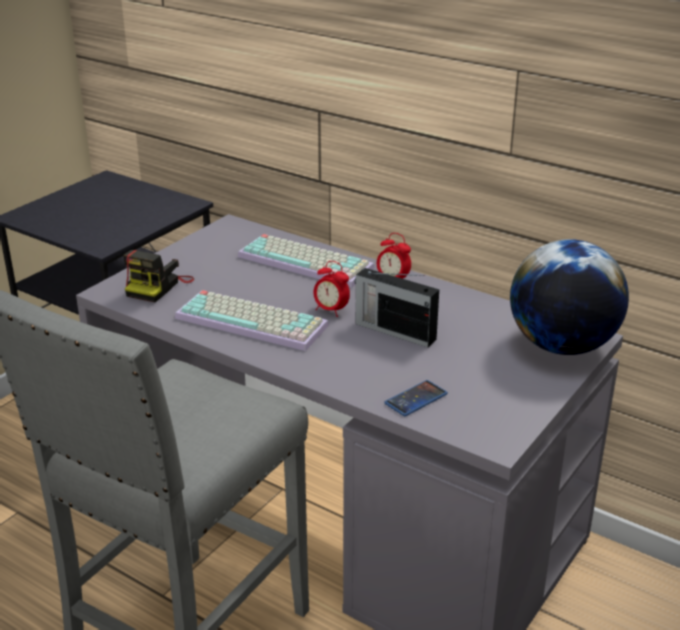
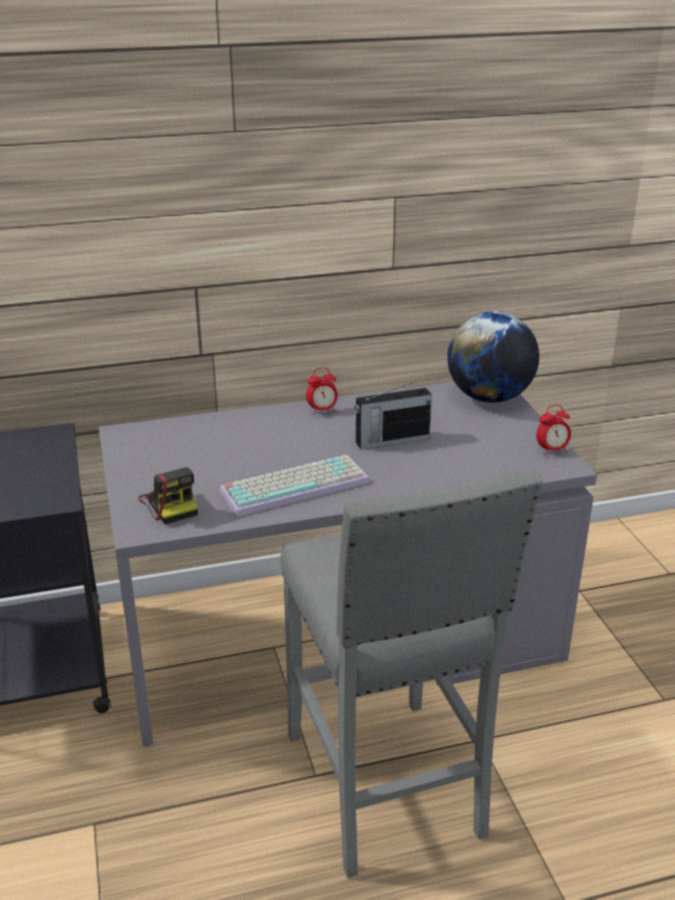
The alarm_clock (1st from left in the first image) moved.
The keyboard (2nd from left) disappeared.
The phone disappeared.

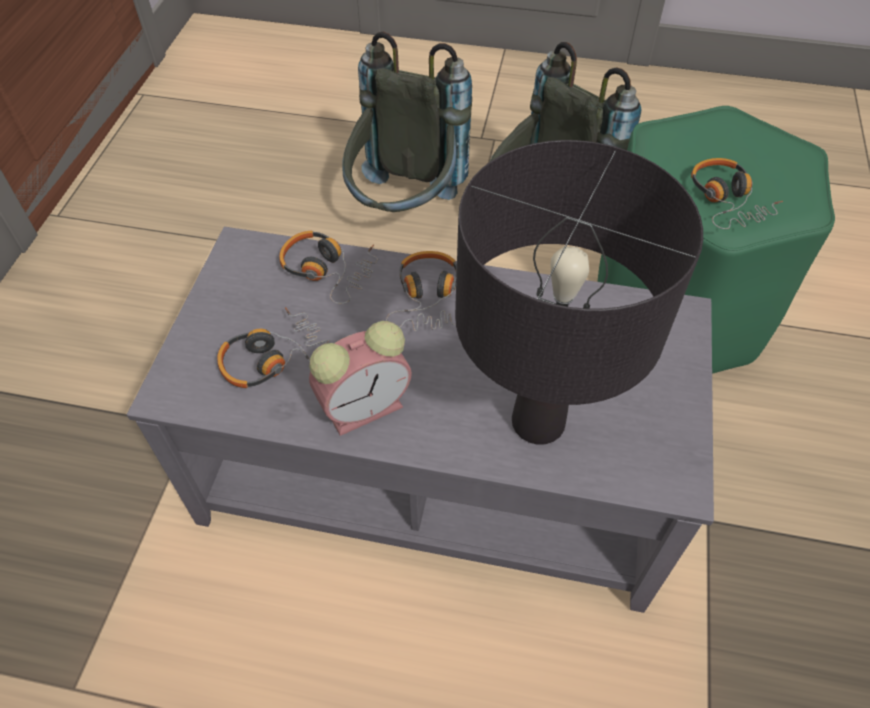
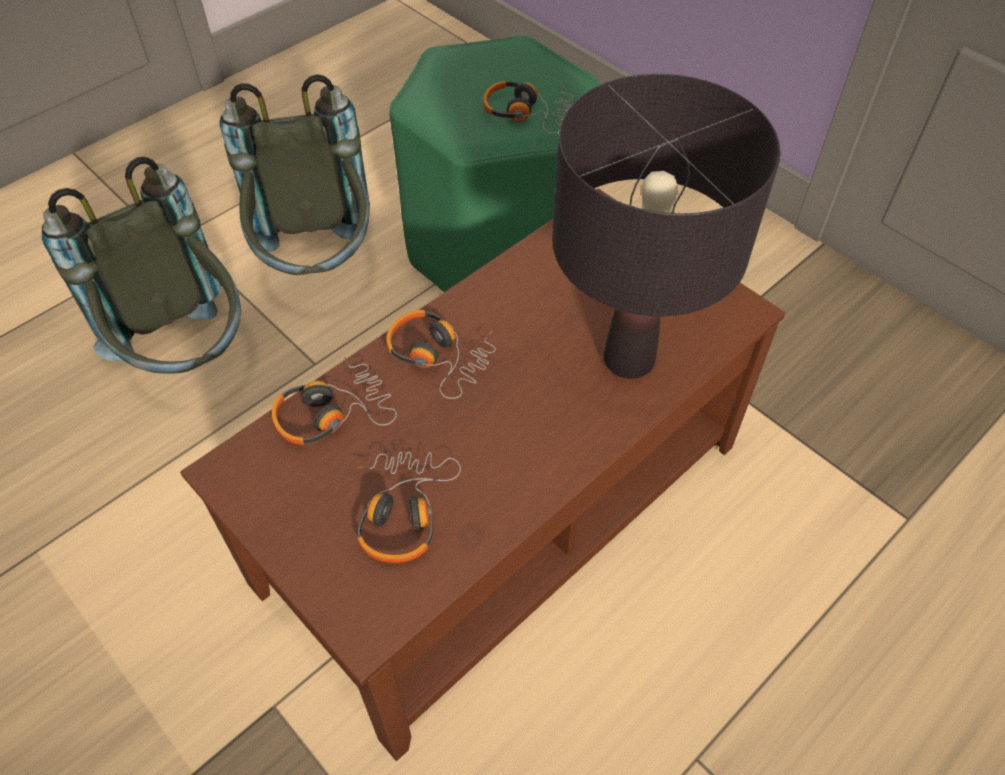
The grey_coffee_table became the brown_coffee_table.
The alarm_clock disappeared.

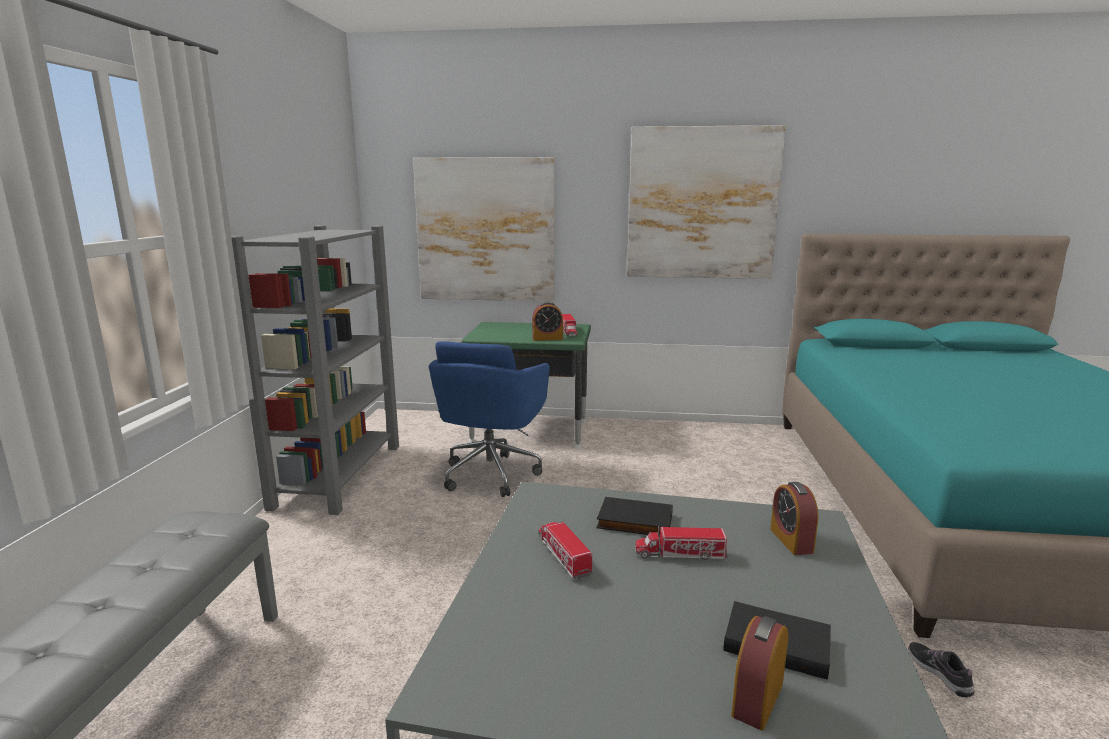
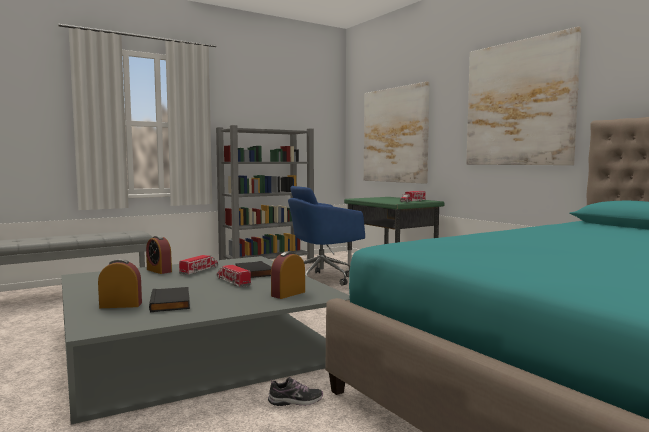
The alarm_clock (1st from left in the first image) moved.
The shoe turned 45 degrees clockwise.

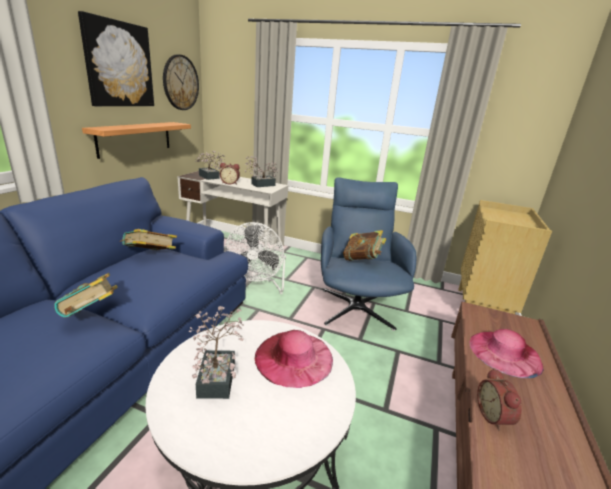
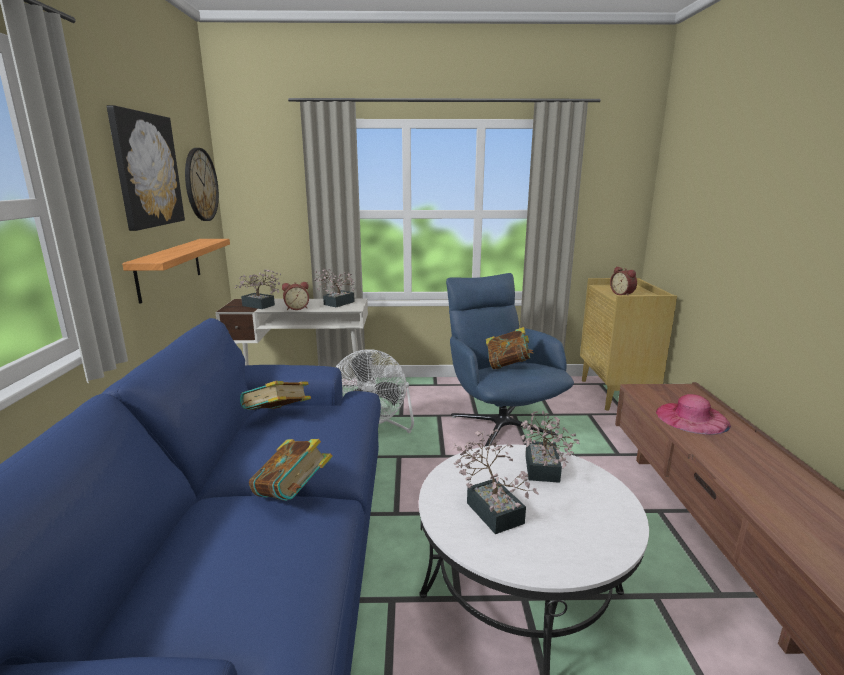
The pink_hat (1st from left) was replaced by the potted_plant (4th from left).
The alarm_clock (2nd from left) moved.

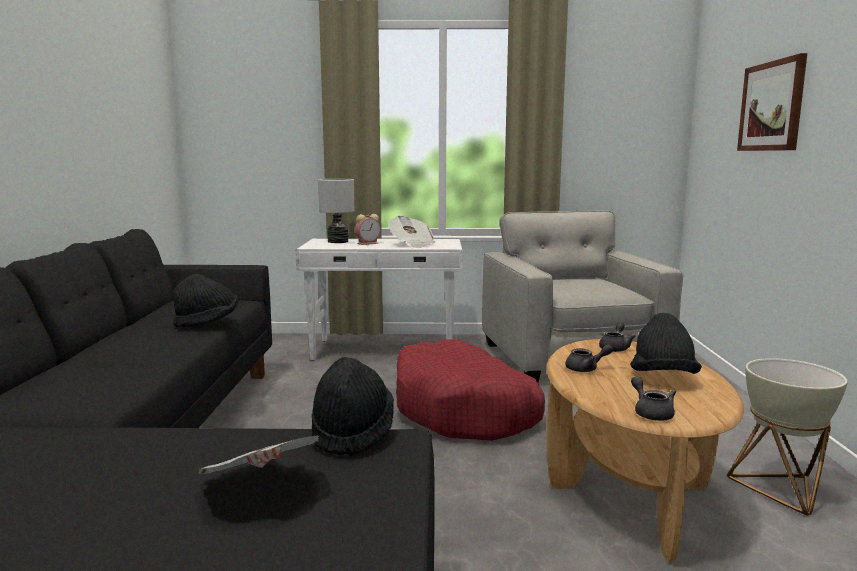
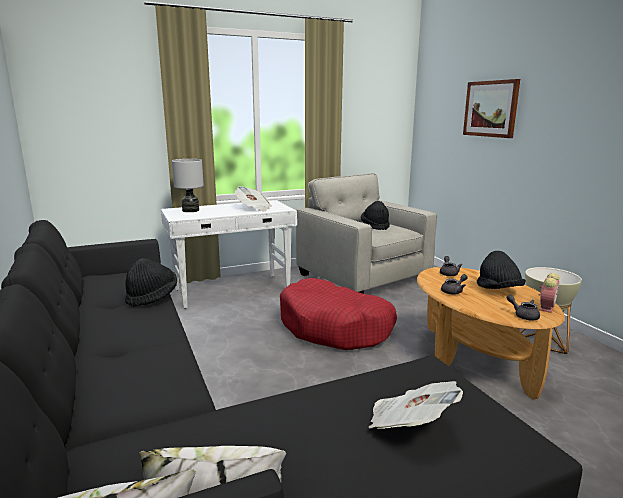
The black_hat (2nd from left) moved.
The alarm_clock moved.

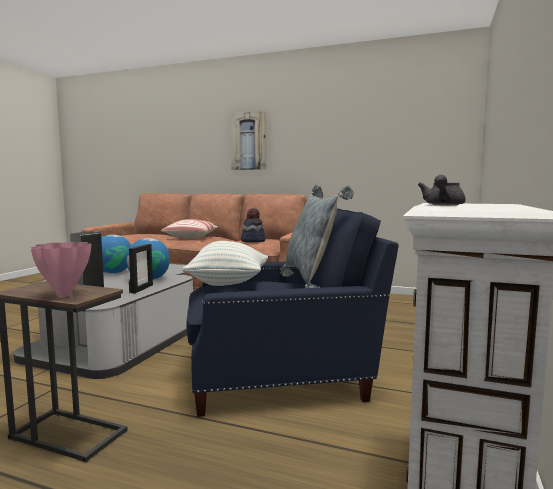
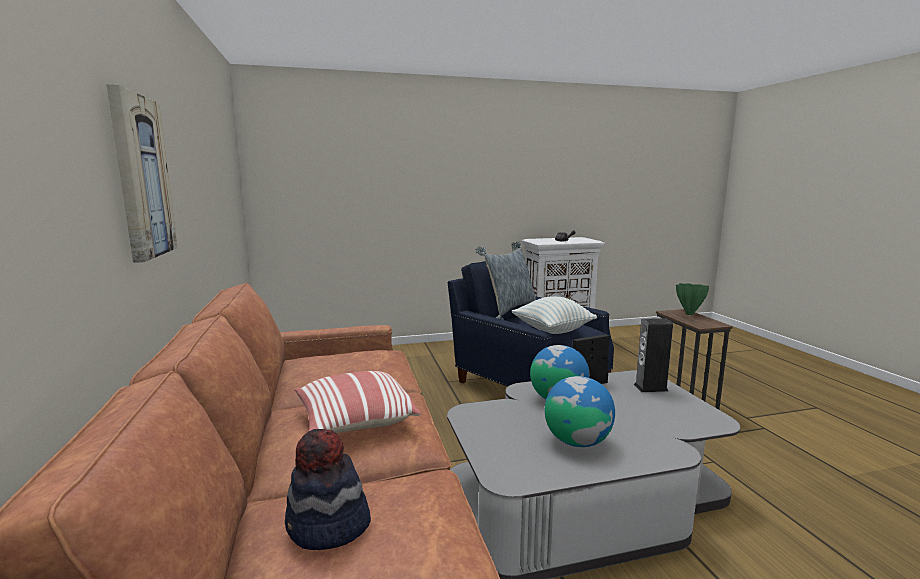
The hat moved.
The pink_vase became the green_vase.

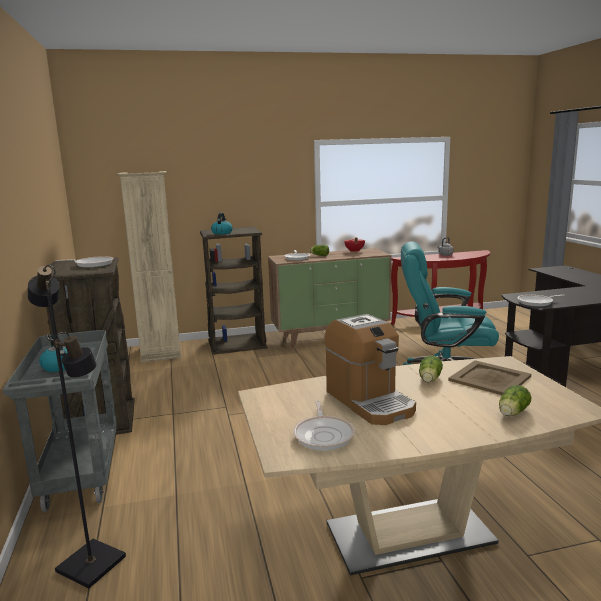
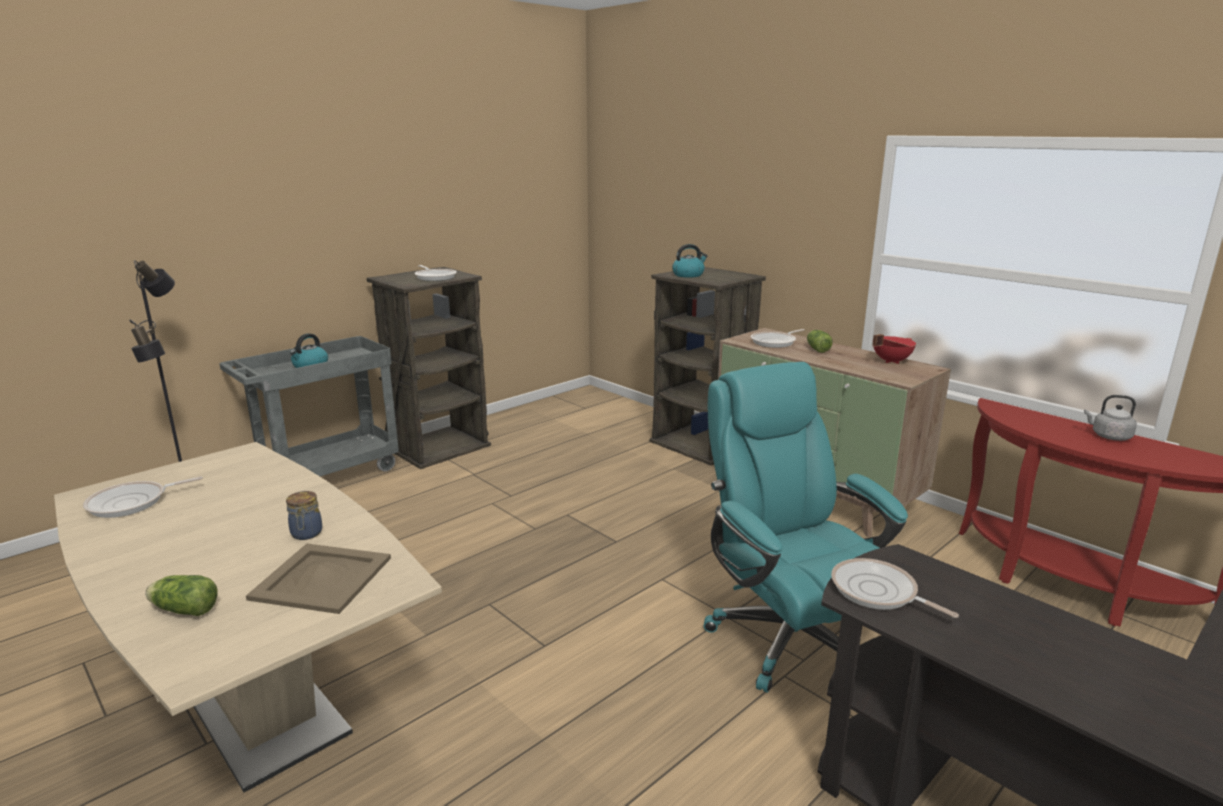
The lettuce (2nd from left) was replaced by the jar.
The beige_cabinet disappeared.
The coffee_machine disappeared.

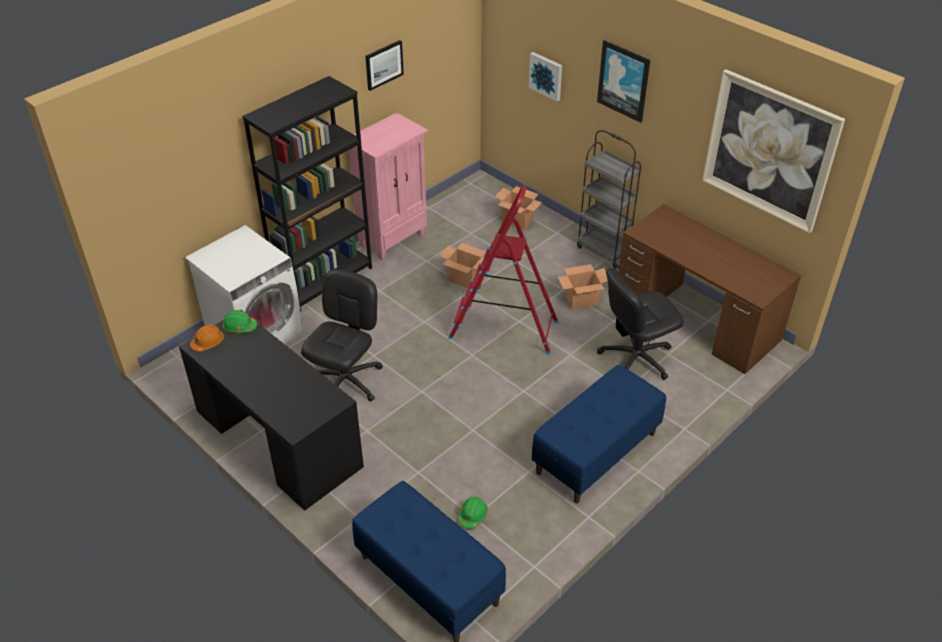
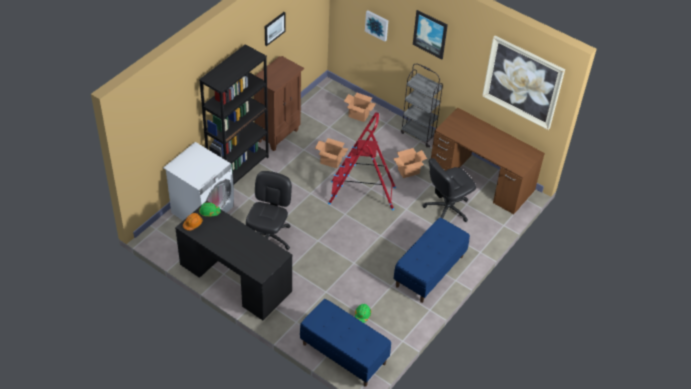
The pink_cabinet became the brown_cabinet.

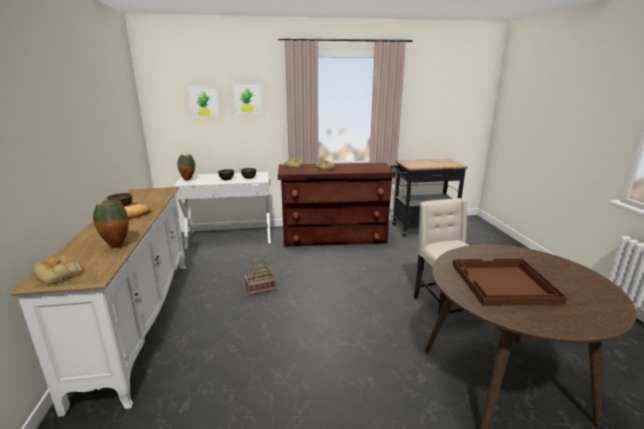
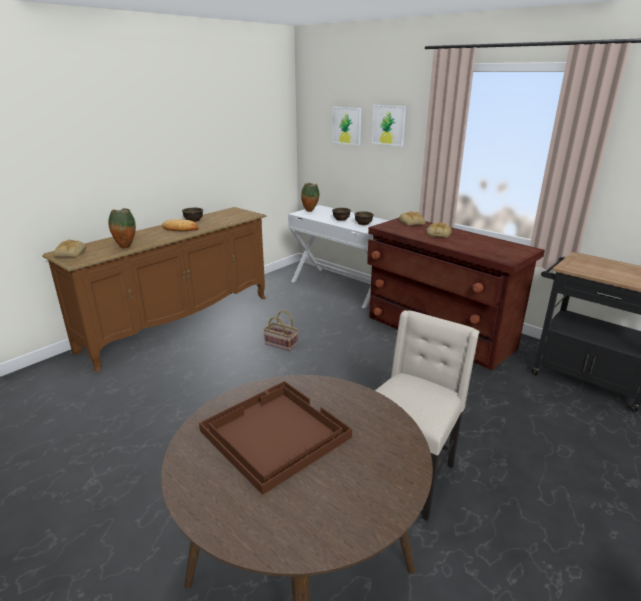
The white_cabinet became the brown_cabinet.

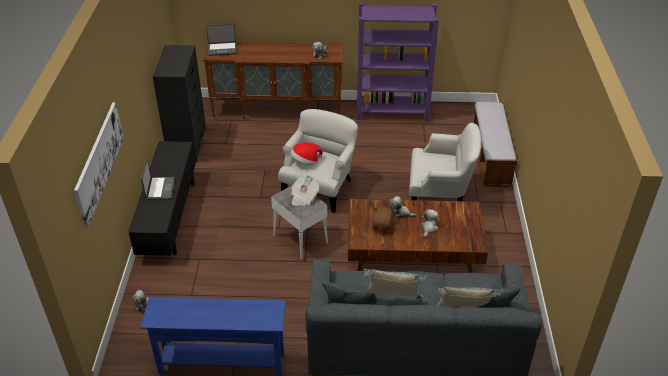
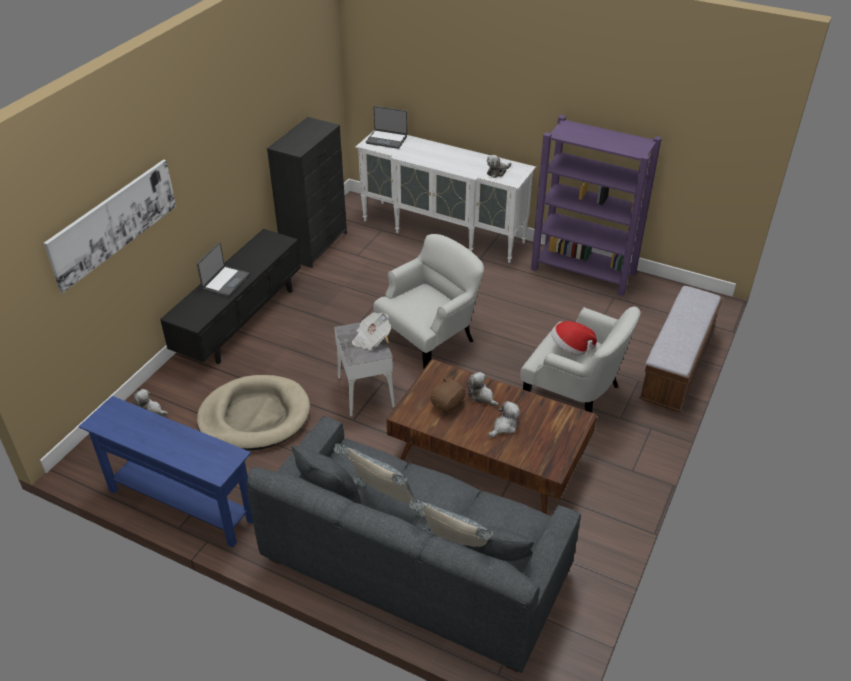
The beige_dog_bed appeared.
The brown_cabinet became the white_cabinet.
The hat moved.

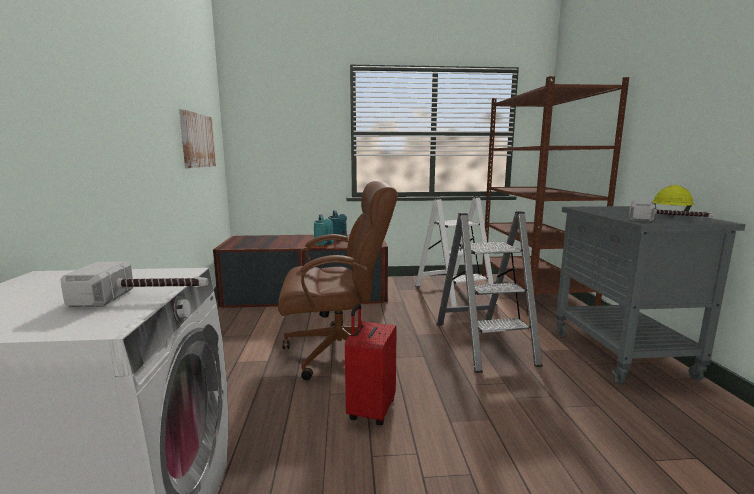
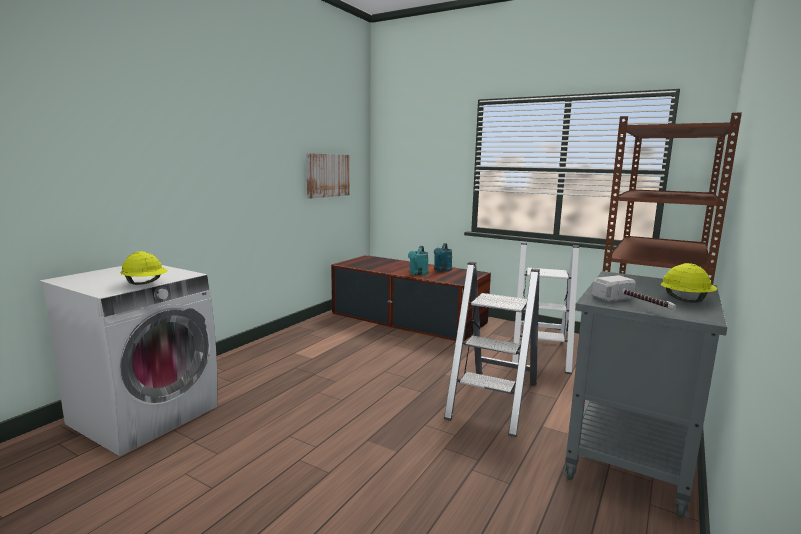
The hammer (1st from left) was replaced by the yellow_hard_hat (1st from left).
The brown_office_chair disappeared.
The red_suitcase disappeared.

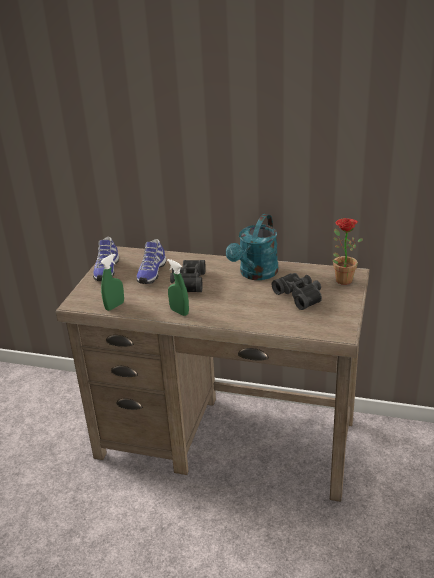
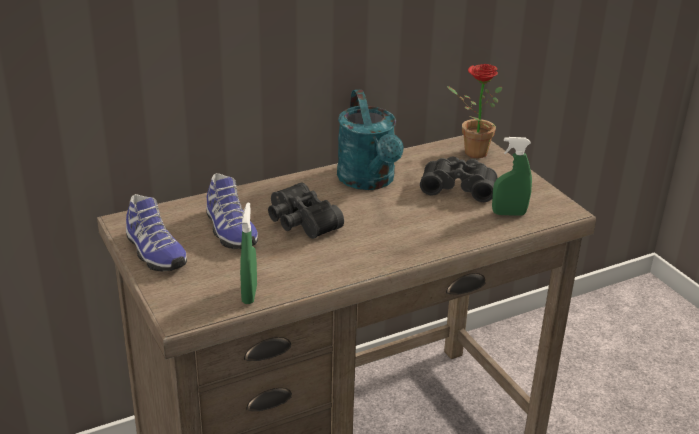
The green_spray_bottle (2nd from left) moved.

